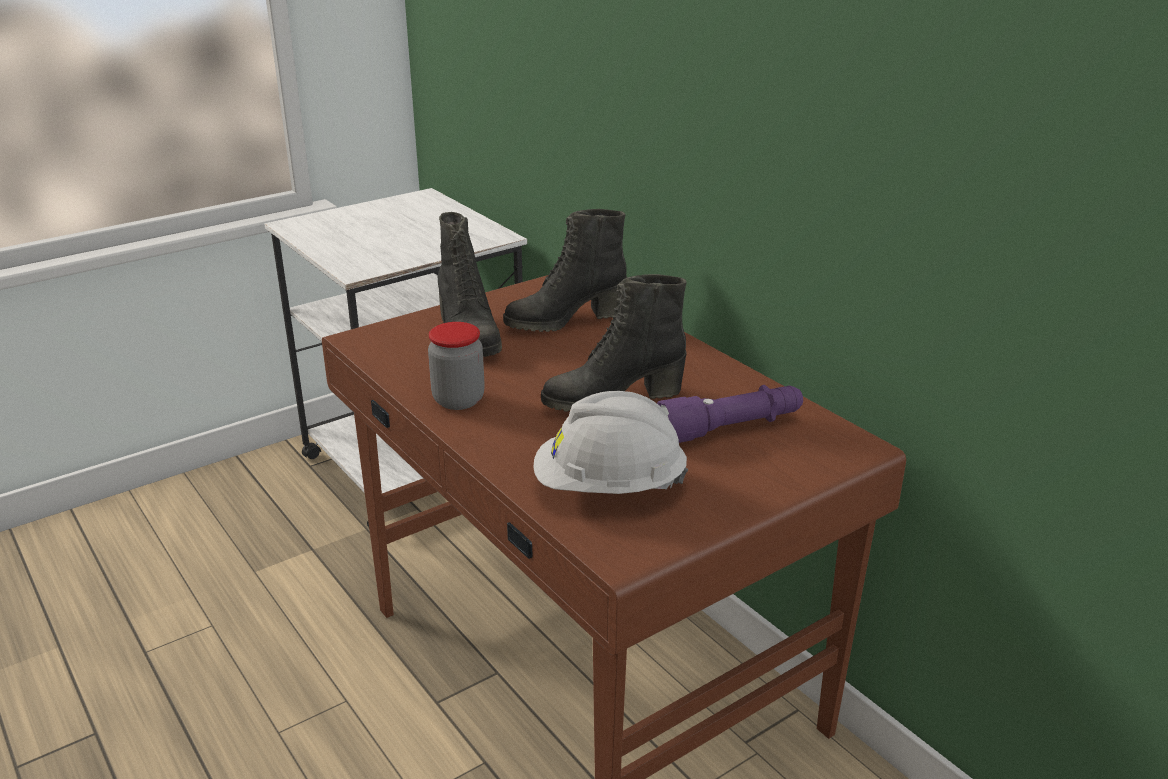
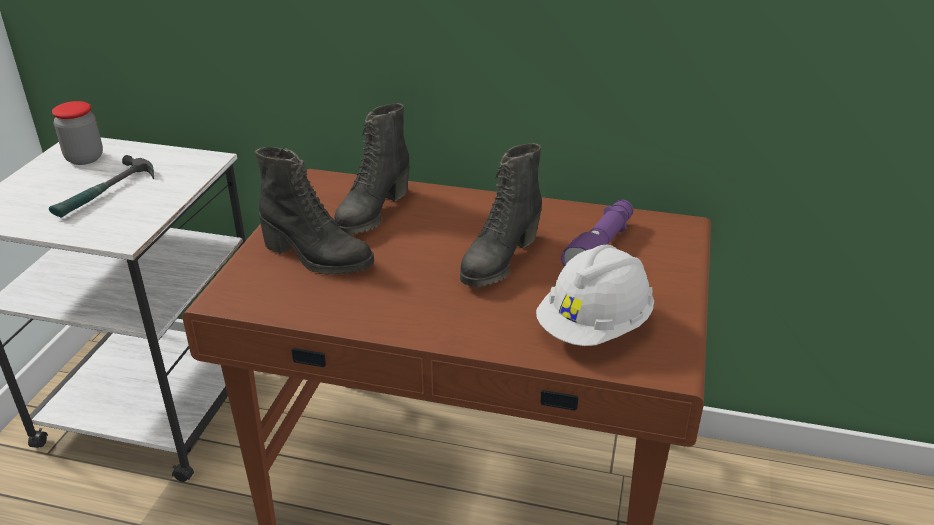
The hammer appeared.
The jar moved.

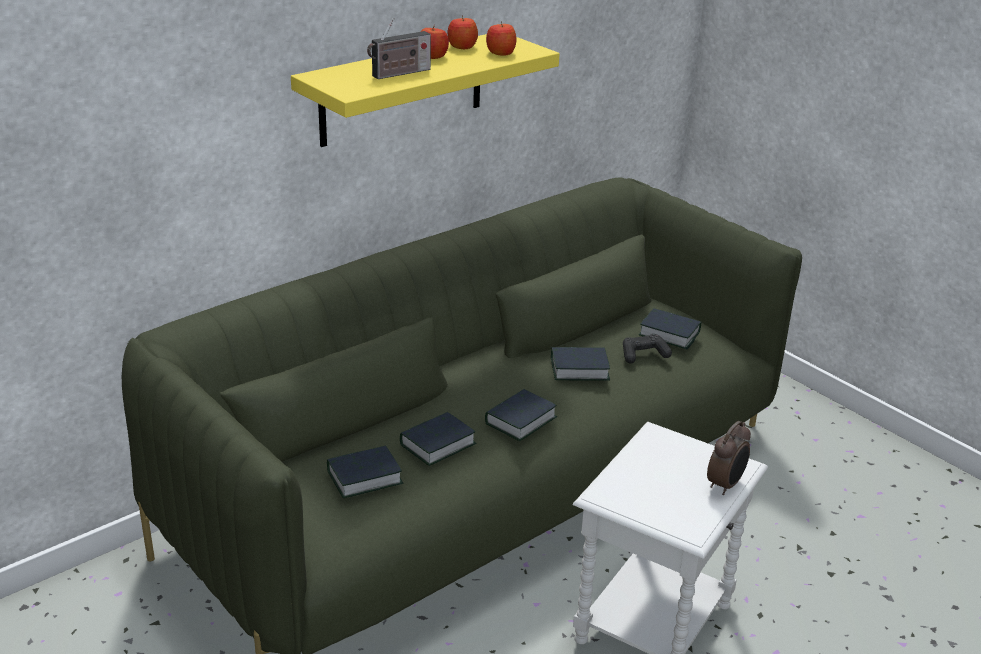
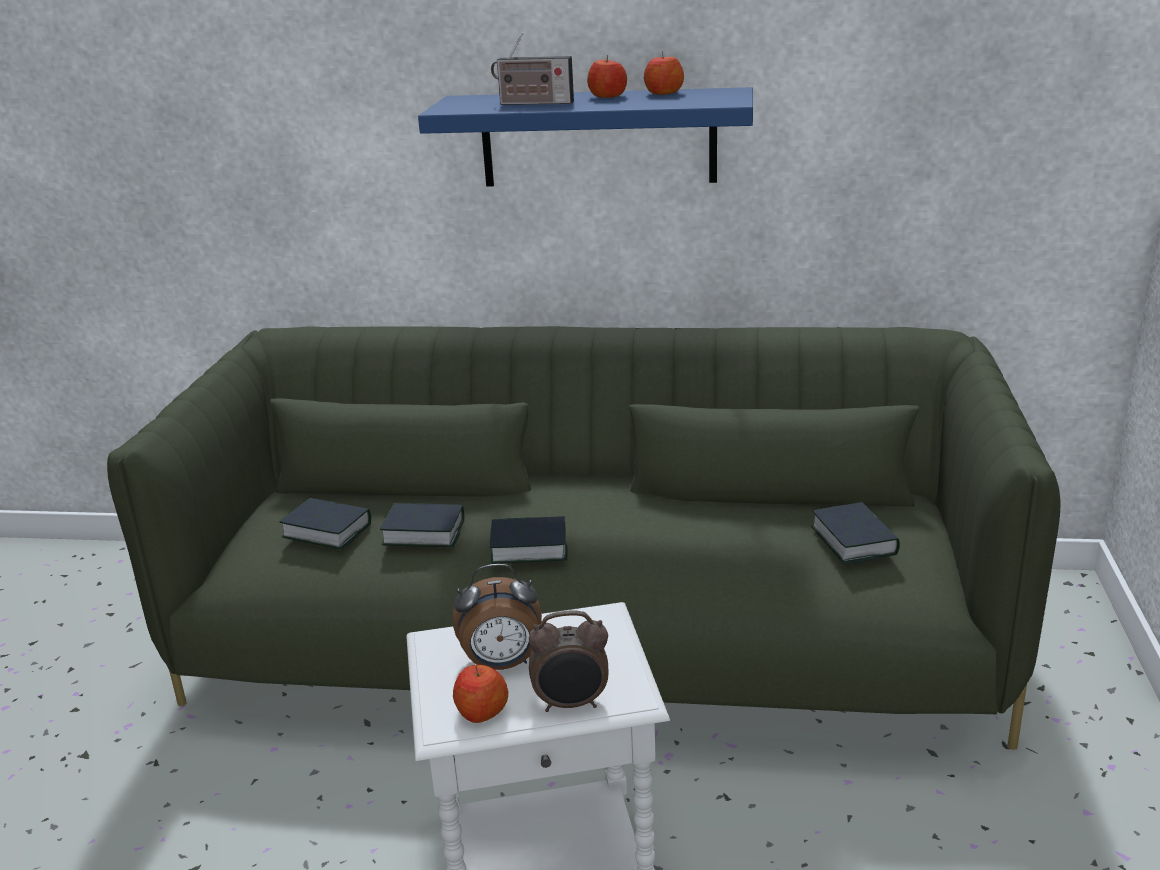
The yellow_shelf became the blue_shelf.
The alarm_clock (1st from left) appeared.
The apple (3rd from left in the first image) moved.
The book (4th from left) disappeared.
The black_game_controller disappeared.

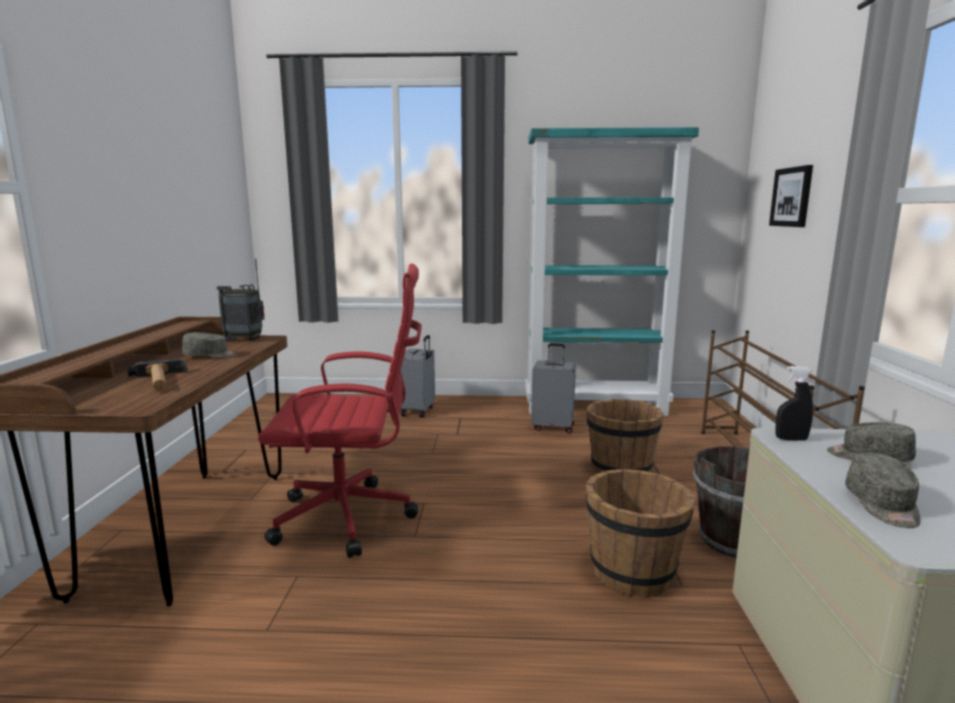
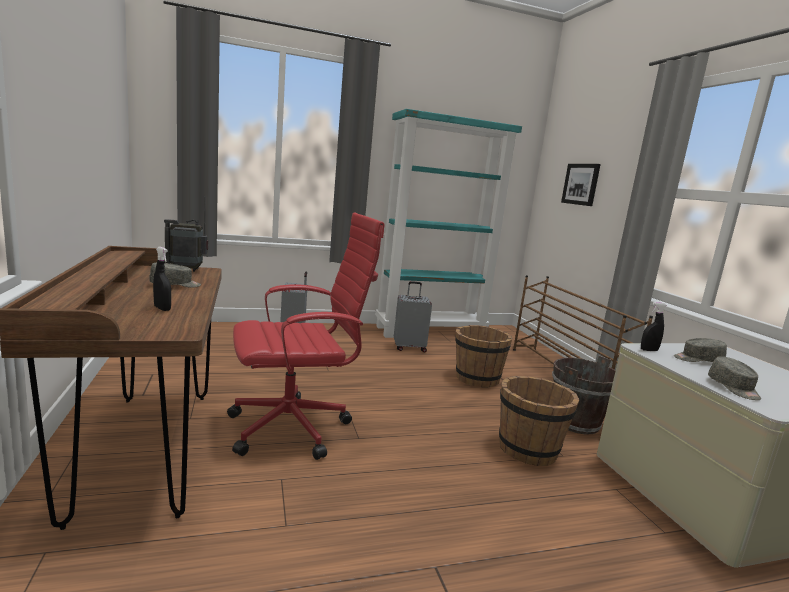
The hammer was replaced by the black_spray_bottle (1st from left).

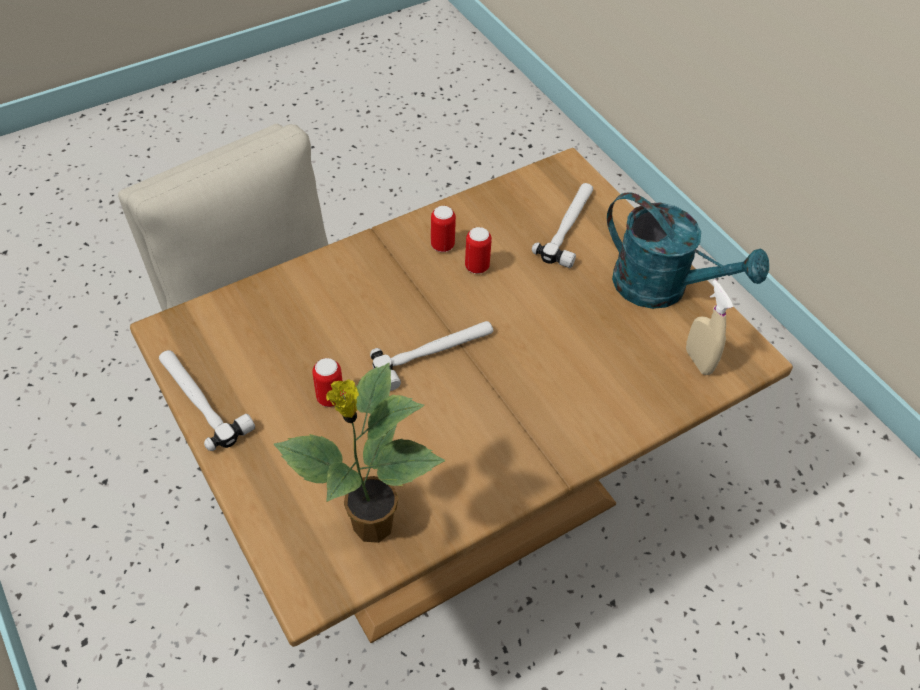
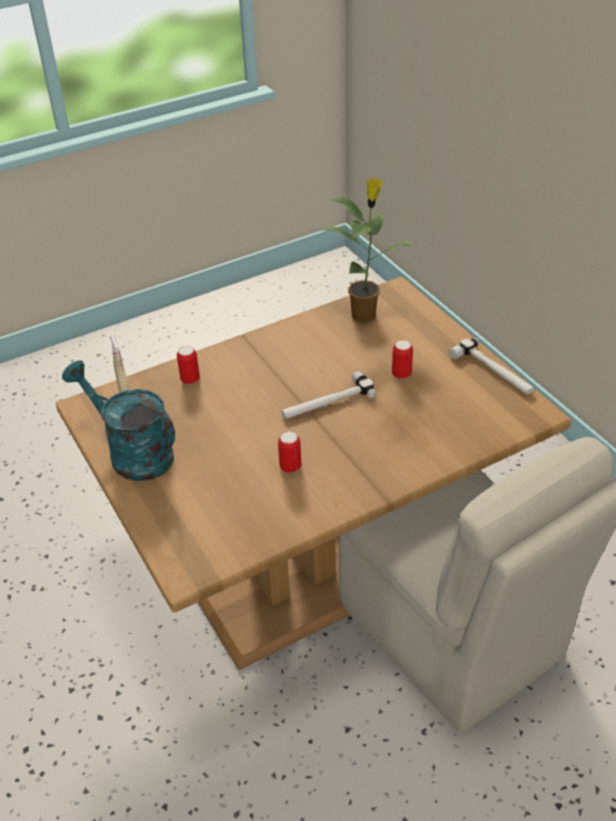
The can (2nd from left in the first image) moved.
The hammer (3rd from left) disappeared.

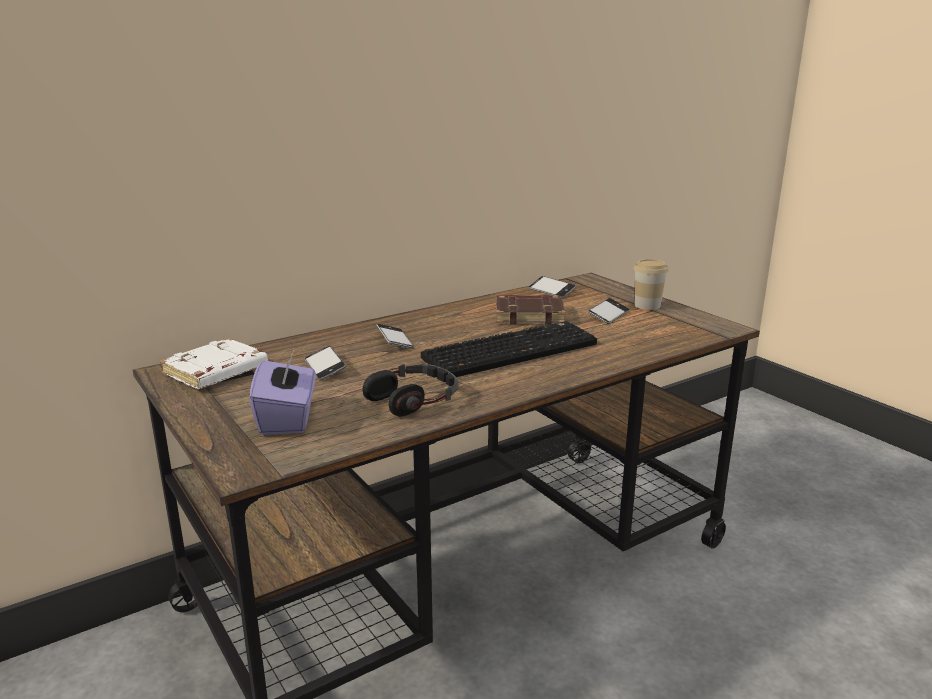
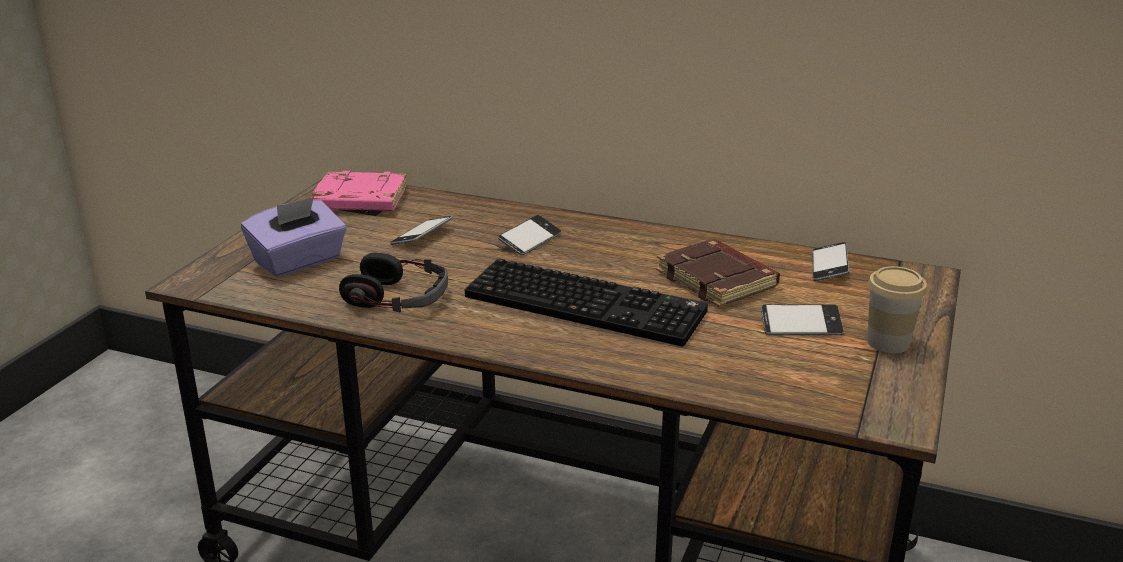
The white_book became the pink_book.

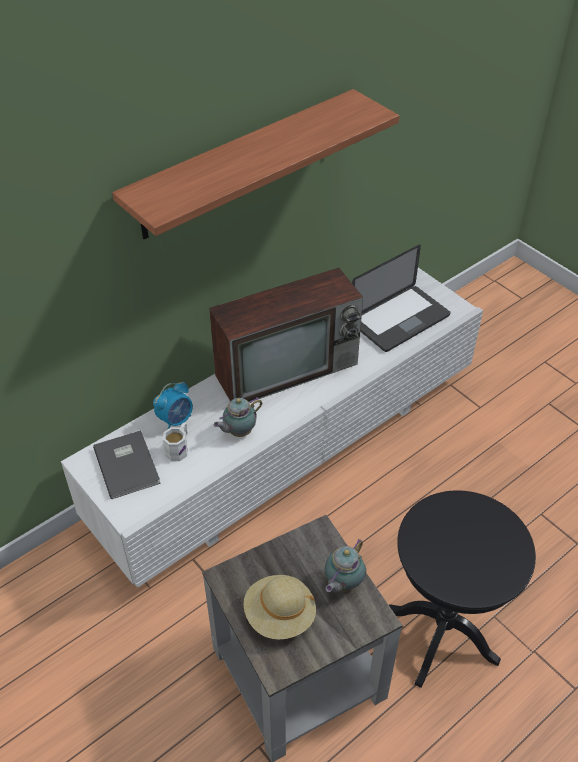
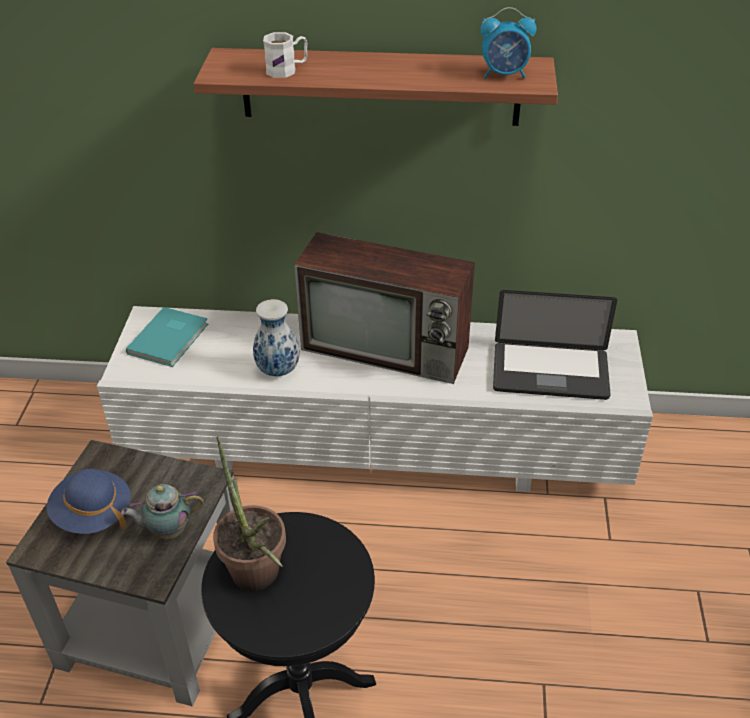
The beige_hat became the blue_hat.
The grey_book became the turquoise_book.
The potted_plant appeared.
The teapot (1st from left) was replaced by the vase.
The white_mug moved.
The alarm_clock moved.

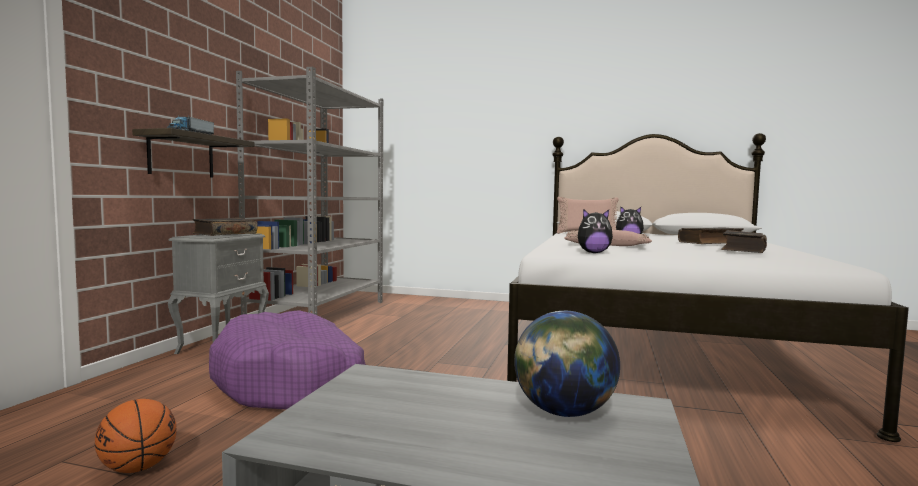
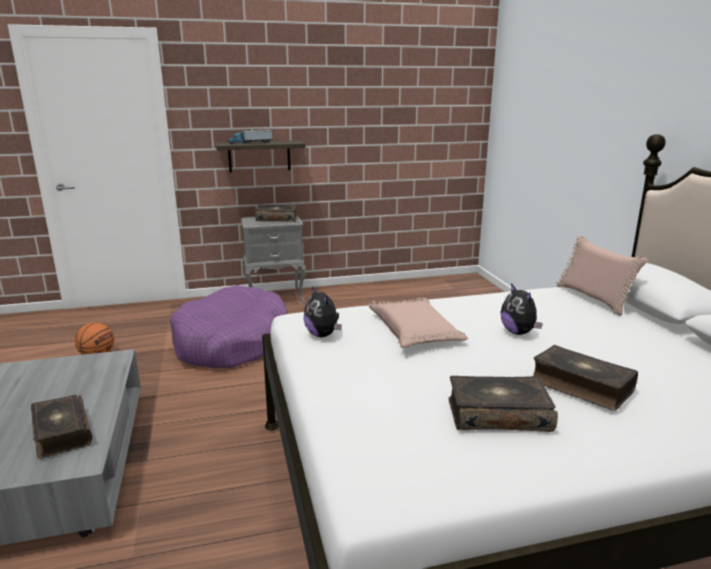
The globe was replaced by the book (1st from left).
The grey_bookcase disappeared.

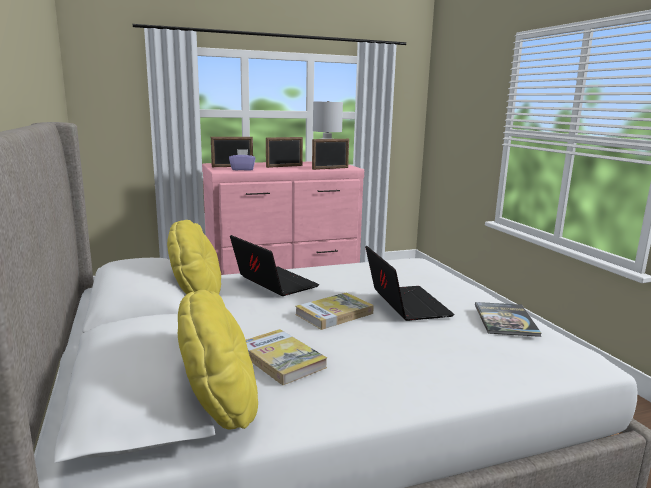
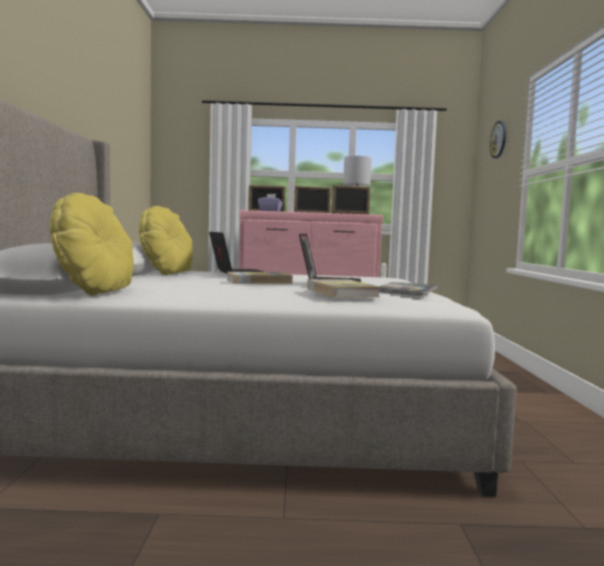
The book (1st from left in the first image) moved.
The wall_clock appeared.

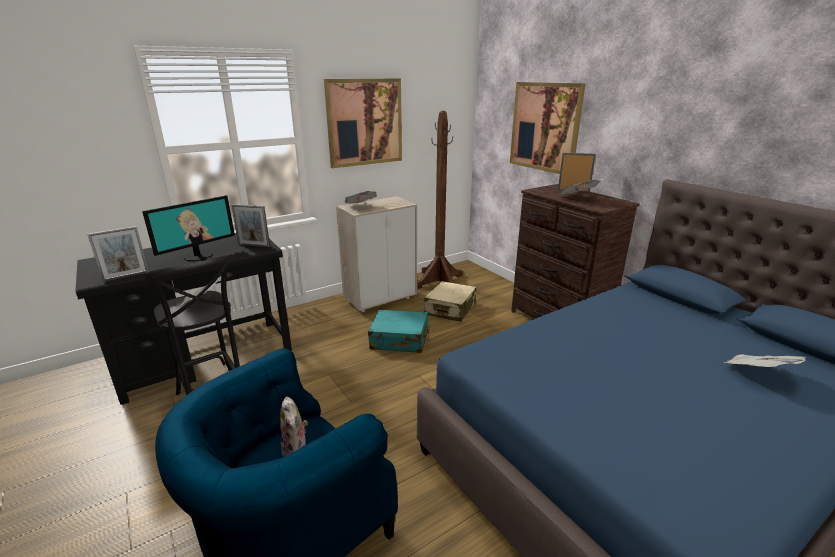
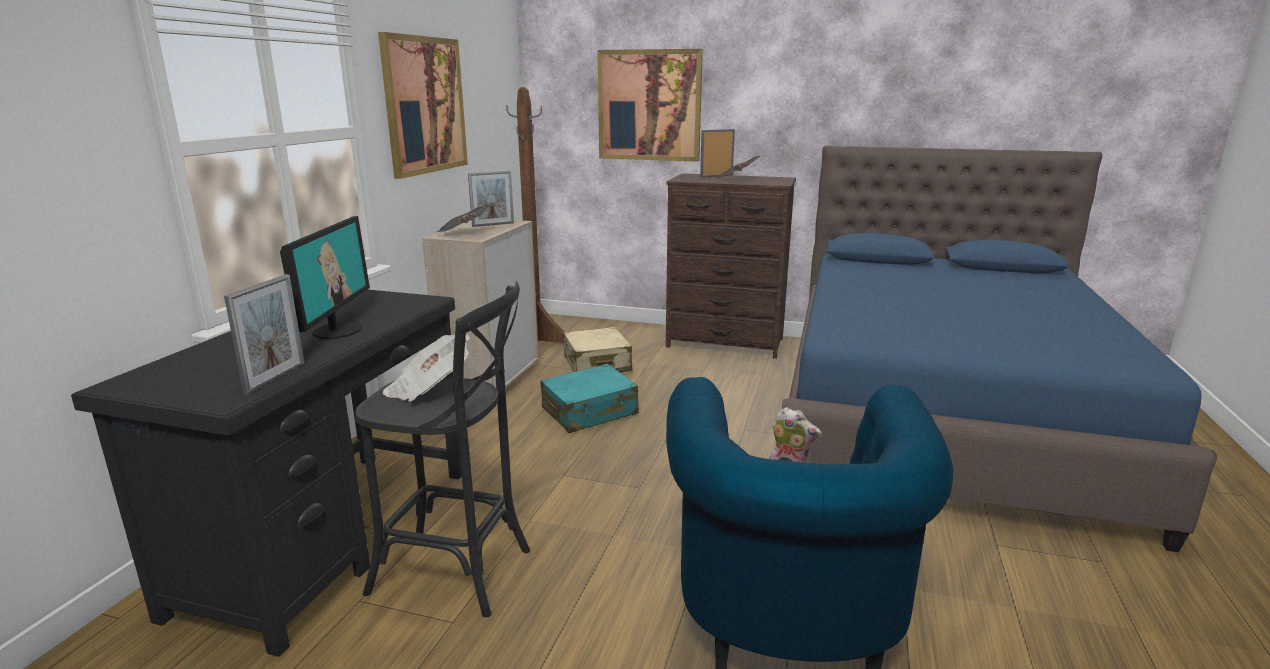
The picture_frame (2nd from left) moved.
The newspaper (4th from left) disappeared.

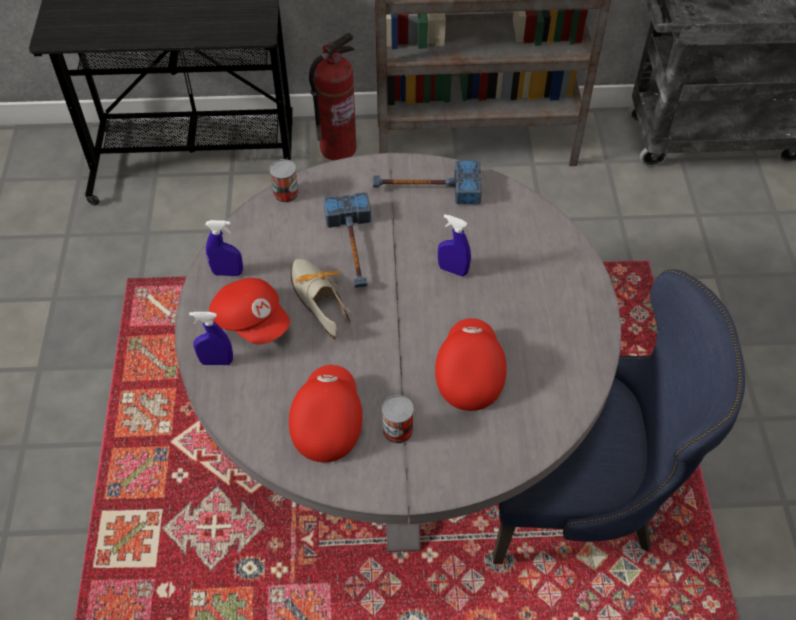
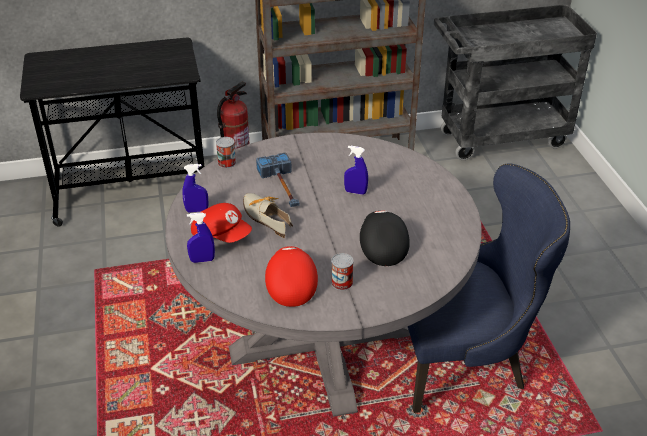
The red_cap (3rd from left) became the black_cap.
The hammer (2nd from left) disappeared.

